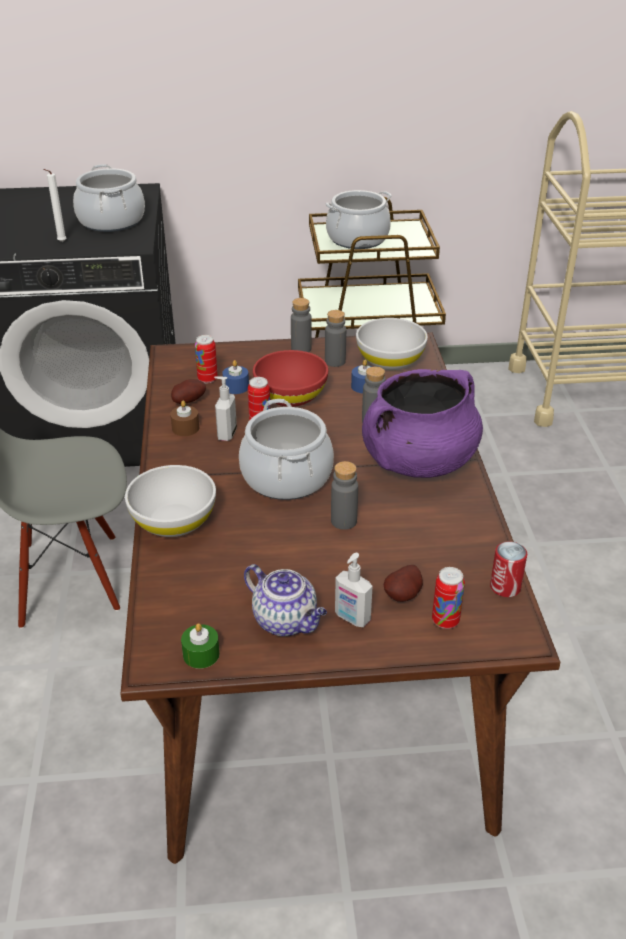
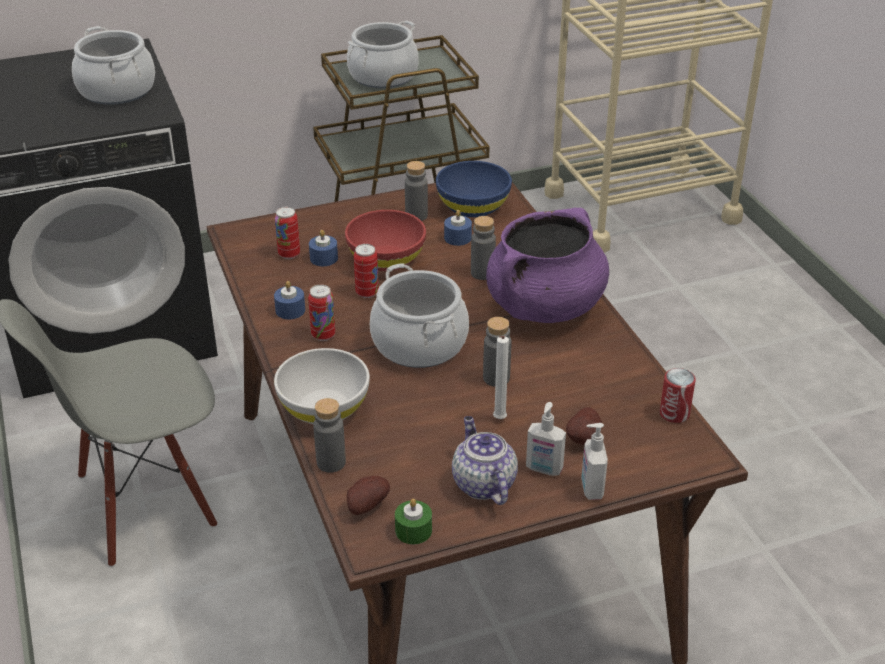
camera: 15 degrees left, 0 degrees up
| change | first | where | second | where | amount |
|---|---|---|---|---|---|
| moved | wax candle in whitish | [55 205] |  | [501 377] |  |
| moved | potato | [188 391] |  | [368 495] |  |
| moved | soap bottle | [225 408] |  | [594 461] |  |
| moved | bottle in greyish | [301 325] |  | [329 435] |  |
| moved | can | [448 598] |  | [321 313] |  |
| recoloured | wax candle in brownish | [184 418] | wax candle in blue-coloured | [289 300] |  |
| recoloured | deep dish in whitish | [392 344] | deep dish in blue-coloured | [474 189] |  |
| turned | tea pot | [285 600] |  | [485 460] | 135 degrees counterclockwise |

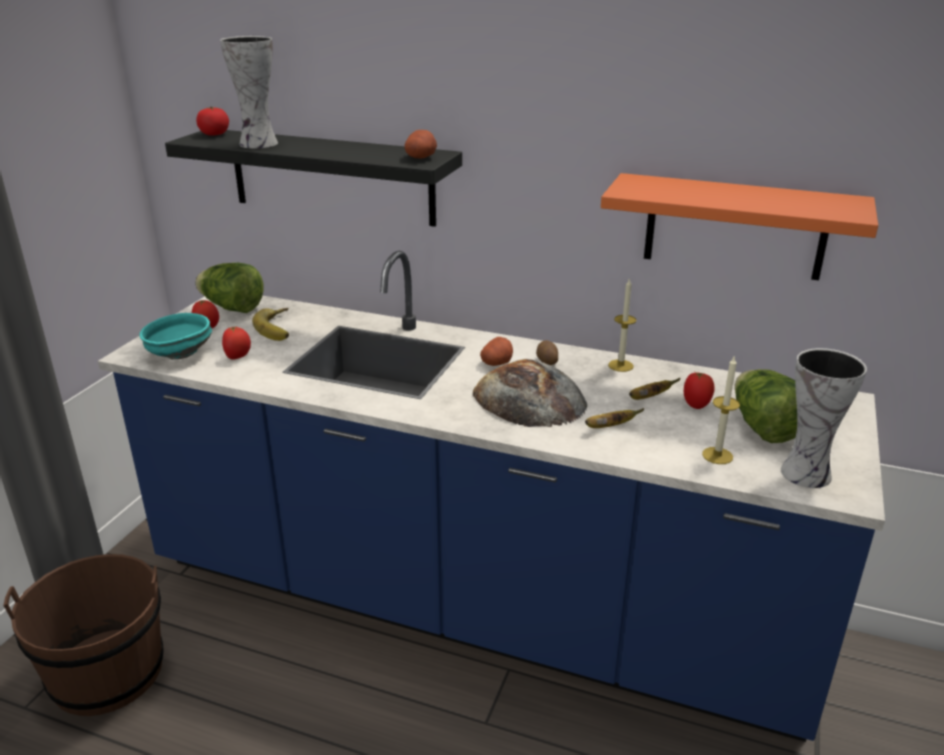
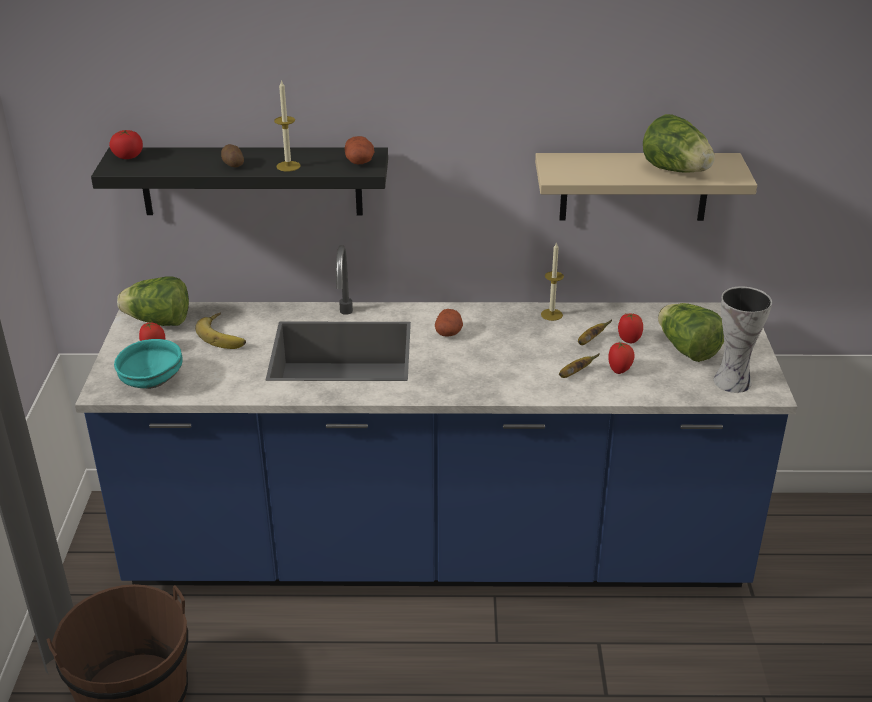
camera: 20 degrees left, 5 degrees up
| change | first | where | second | where | amount |
|---|---|---|---|---|---|
| removed | decorative vase | [249 92] |  |  |  |
| removed | bakery bread | [530 393] |  |  |  |
| added |  |  | lettuce head | [679 143] |  |
| moved | whole tomato | [236 343] |  | [621 357] |  |
| moved | potato | [547 352] |  | [232 155] |  |
| moved | wax candle | [721 409] |  | [287 125] |  |
| recoloured | bracket shelf in orangey | [739 226] | bracket shelf in beige-coloured | [646 187] |  |

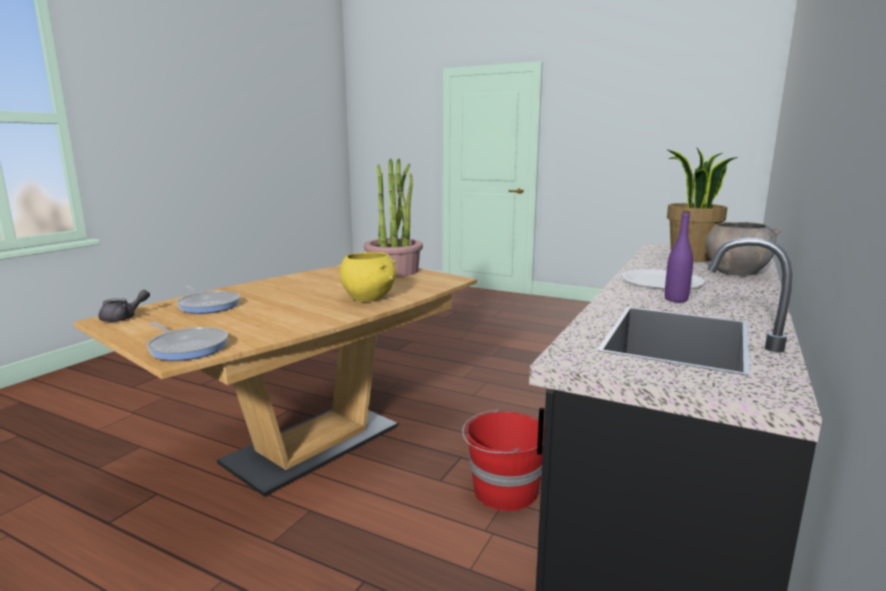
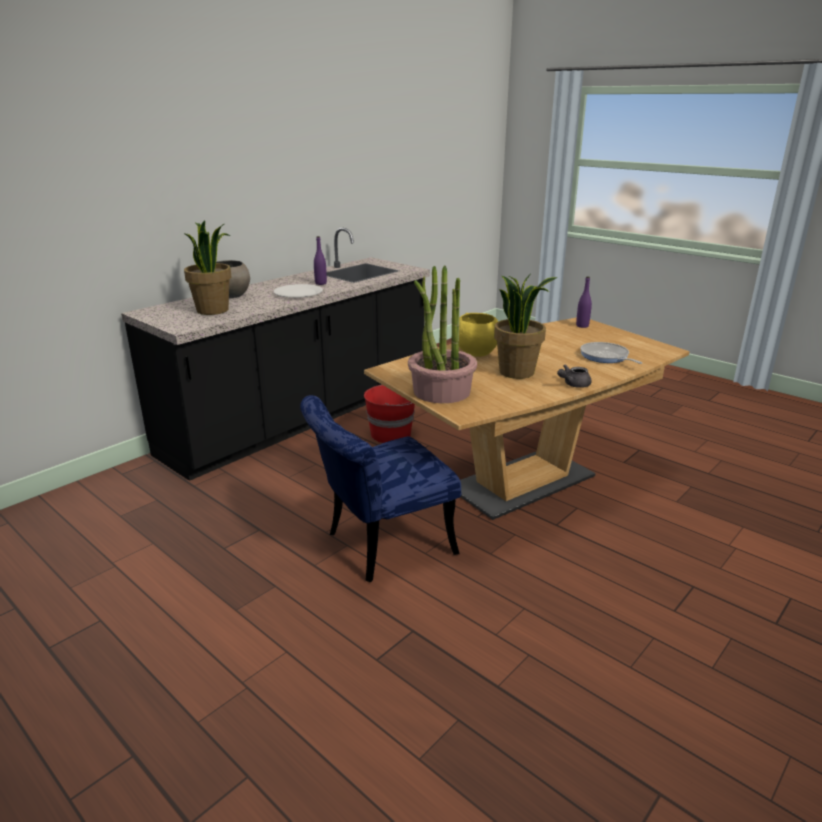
camera: 165 degrees left, 10 degrees up
| change | first | where | second | where | amount |
|---|---|---|---|---|---|
| added |  |  | plain chair in blue-coloured | [380 488] |  |
| added |  |  | houseplant | [526 327] |  |
| moved | tea pot in greyish | [124 306] |  | [574 376] |  |
| replaced | frying pan | [187 341] | bottle in purplish | [584 302] |  |

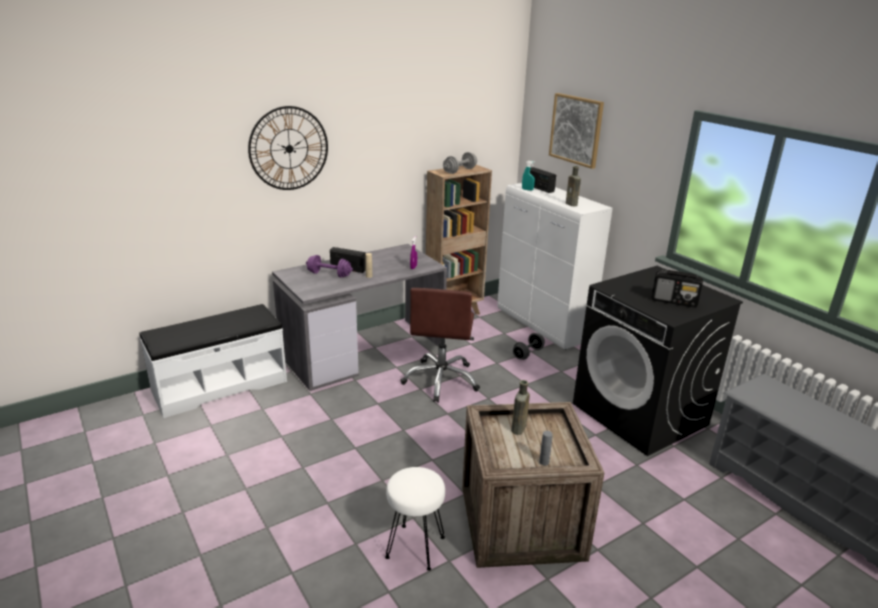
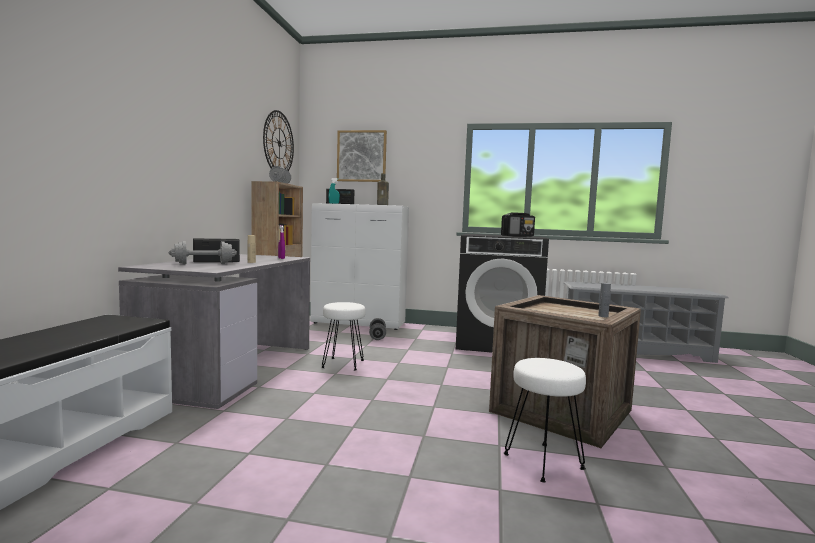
camera: 45 degrees left, 20 degrees down
| change | first | where | second | where | amount |
|---|---|---|---|---|---|
| removed | bottle in brownish | [520 407] |  |  |  |
| moved | wall clock | [288 148] |  | [278 140] |  |
| replaced | computer chair in brownish | [440 345] | stool in whitish | [343 336] |  |
| recoloured | dumbbell in purplish | [329 266] | dumbbell in greyish | [203 252] |  |

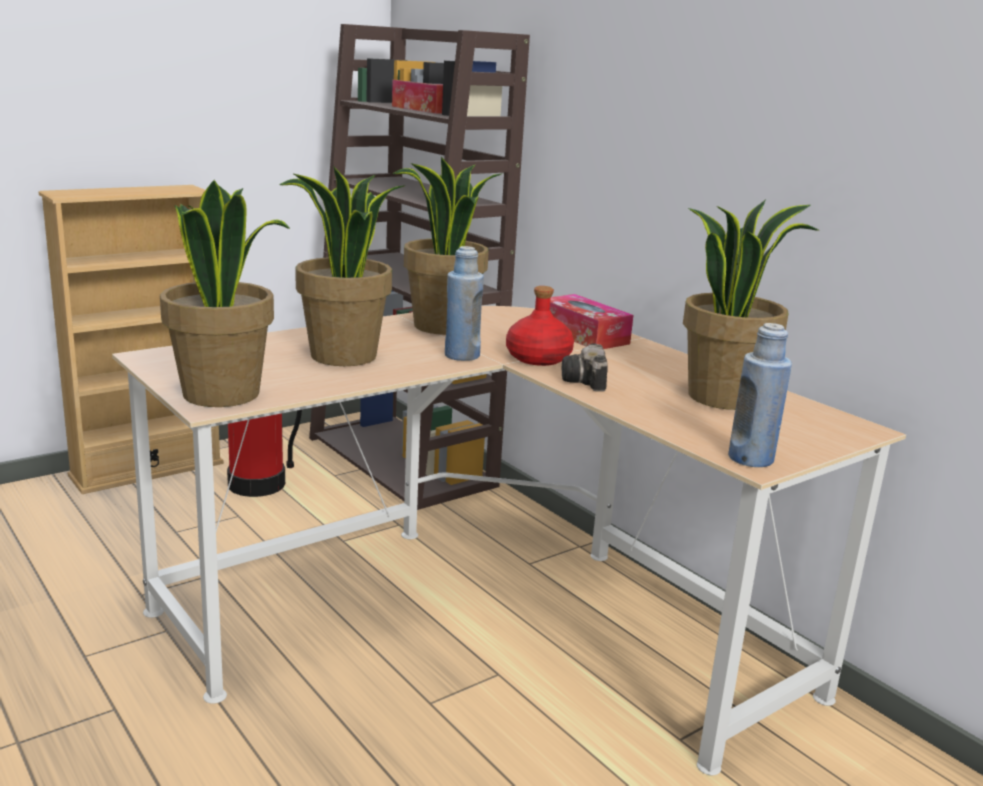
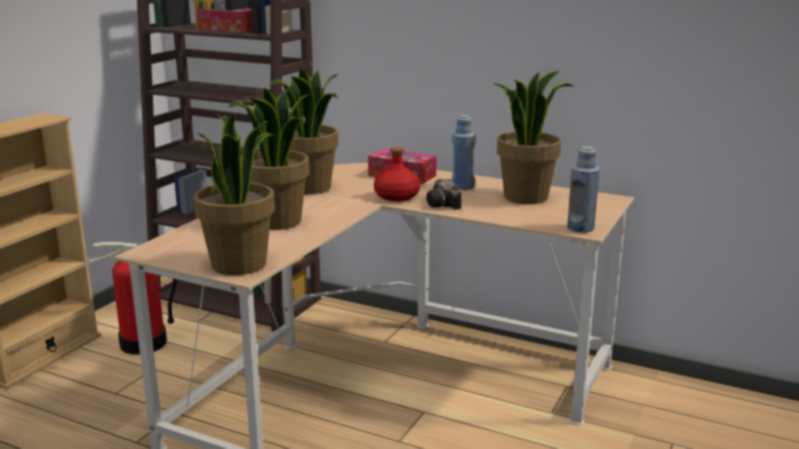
camera: 25 degrees left, 0 degrees up
| change | first | where | second | where | amount |
|---|---|---|---|---|---|
| moved | bottle in blue-coloured | [464 303] |  | [463 152] |  |

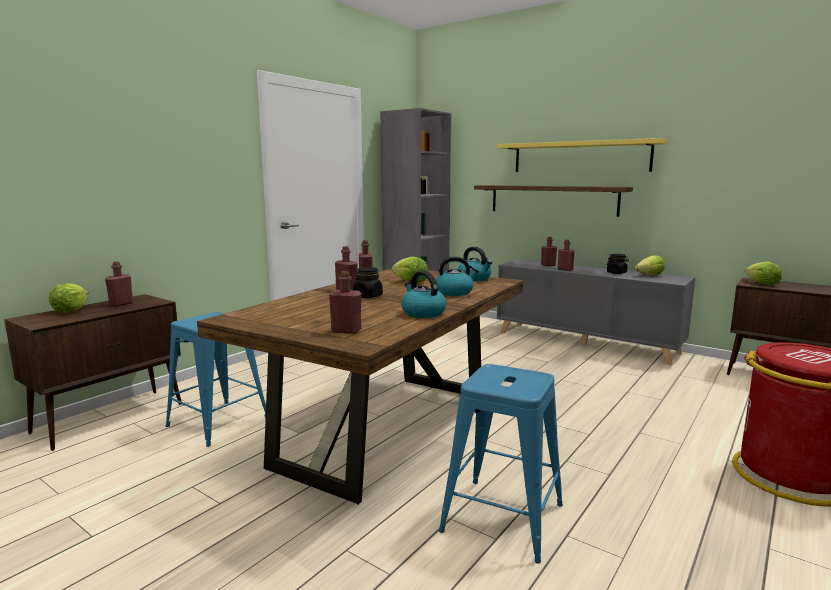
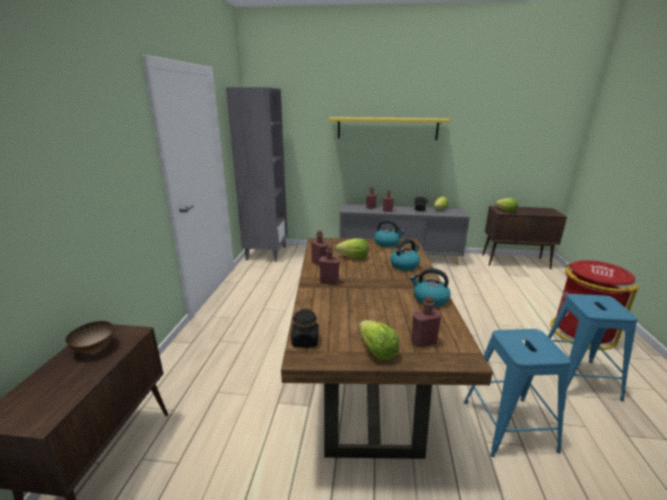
camera: 30 degrees left, 10 degrees up
| change | first | where | second | where | amount |
|---|---|---|---|---|---|
| removed | bracket shelf in brownish | [553 201] |  |  |  |
| moved | lettuce head | [69 298] |  | [379 340] |  |
| moved | stool in blue-coloured | [216 379] |  | [593 348] |  |
| moved | jar in blackish | [368 282] |  | [305 328] |  |
| replaced | bottle in reddish | [119 284] | deep dish | [90 337] |  |

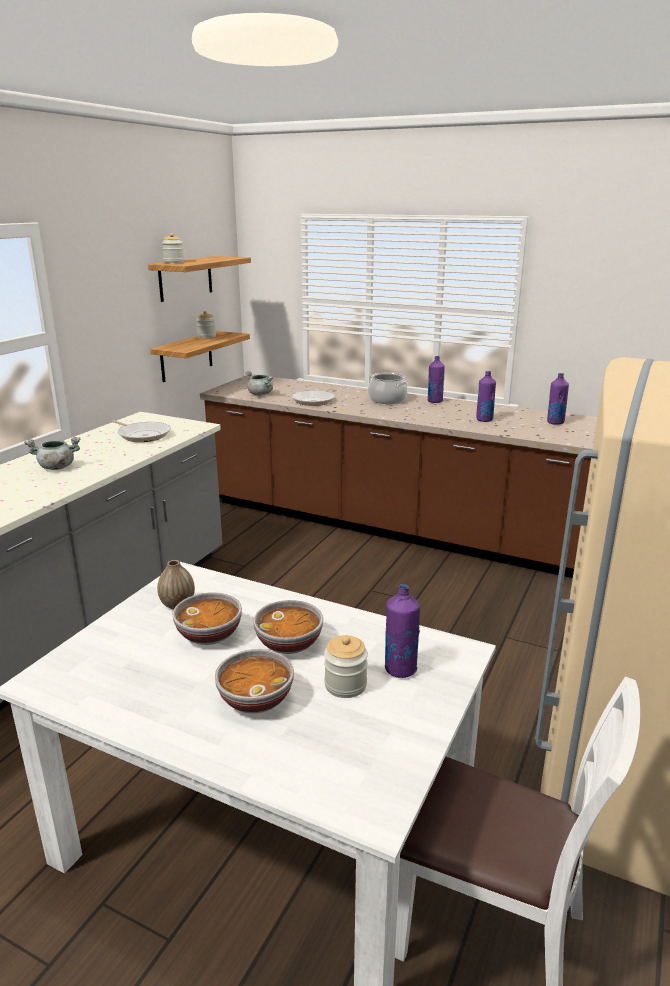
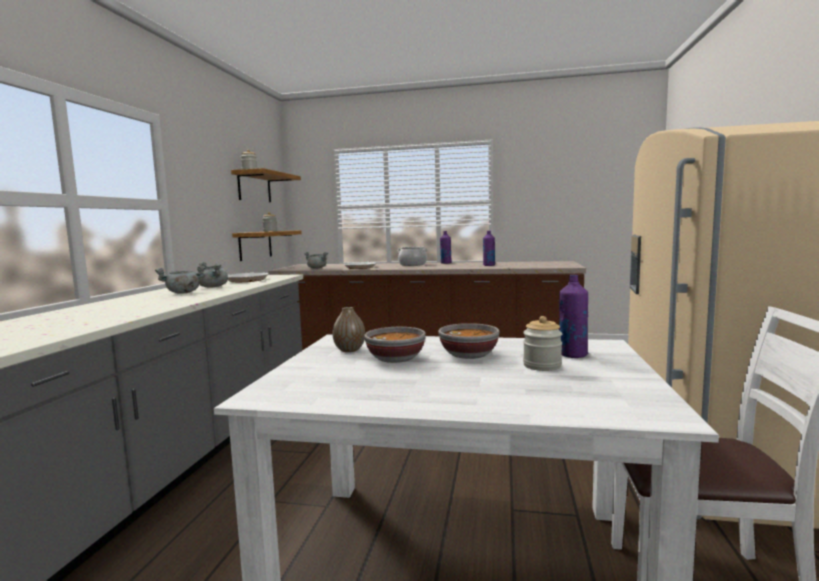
camera: 15 degrees left, 15 degrees down
| change | first | where | second | where | amount |
|---|---|---|---|---|---|
| removed | deep dish | [254 681] |  |  |  |
| removed | bottle in purplish | [558 399] |  |  |  |
| added |  |  | saucepot in greyish | [213 274] |  |

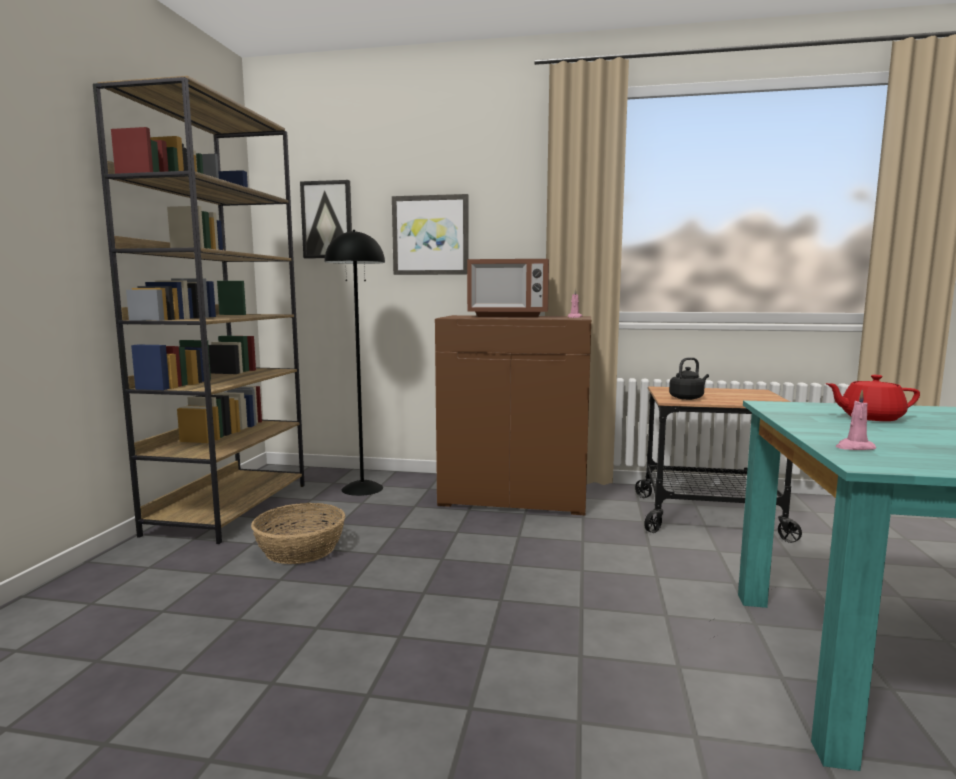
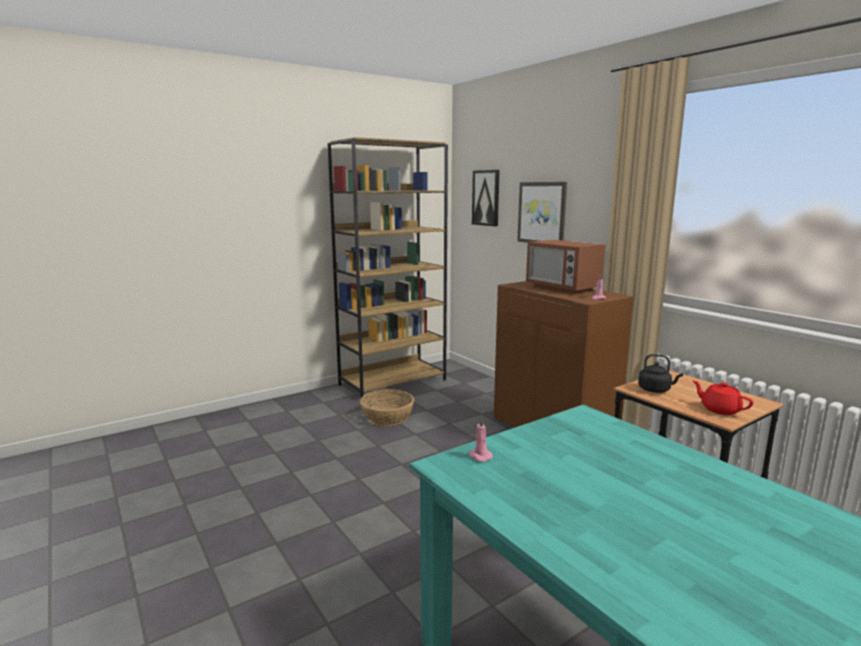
camera: 45 degrees right, 5 degrees up
| change | first | where | second | where | amount |
|---|---|---|---|---|---|
| removed | standing lamp in blackish | [355 363] |  |  |  |
| moved | tea pot in reddish | [872 398] |  | [723 398] |  |

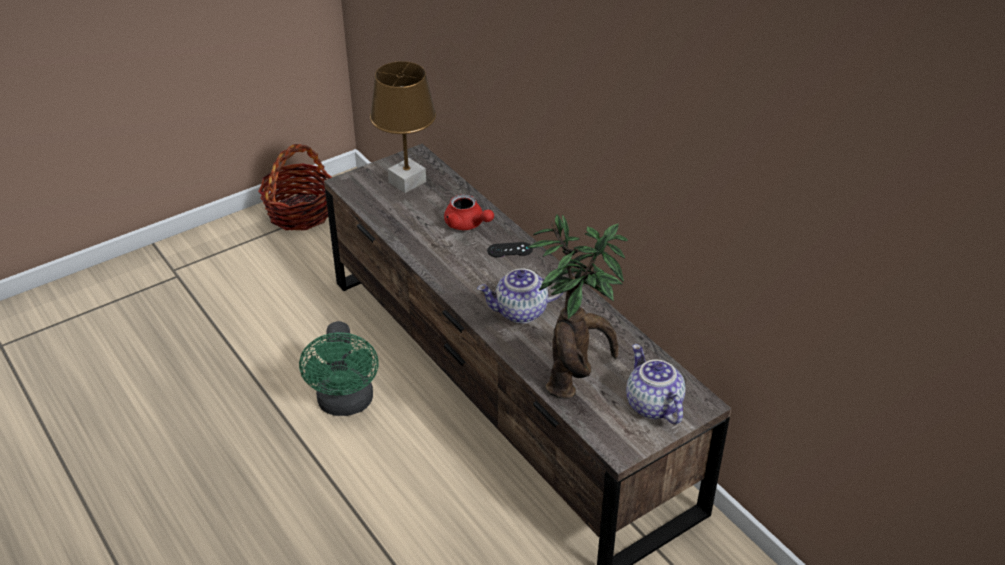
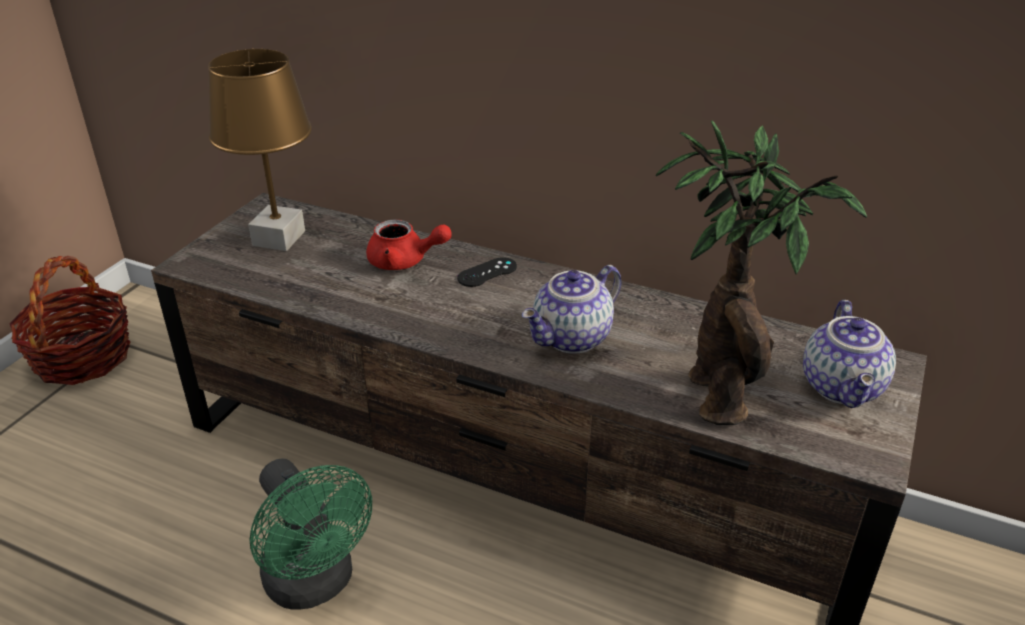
camera: 30 degrees left, 5 degrees down
| change | first | where | second | where | amount |
|---|---|---|---|---|---|
| turned | tea pot | [656 384] |  | [849 354] | 120 degrees counterclockwise |

